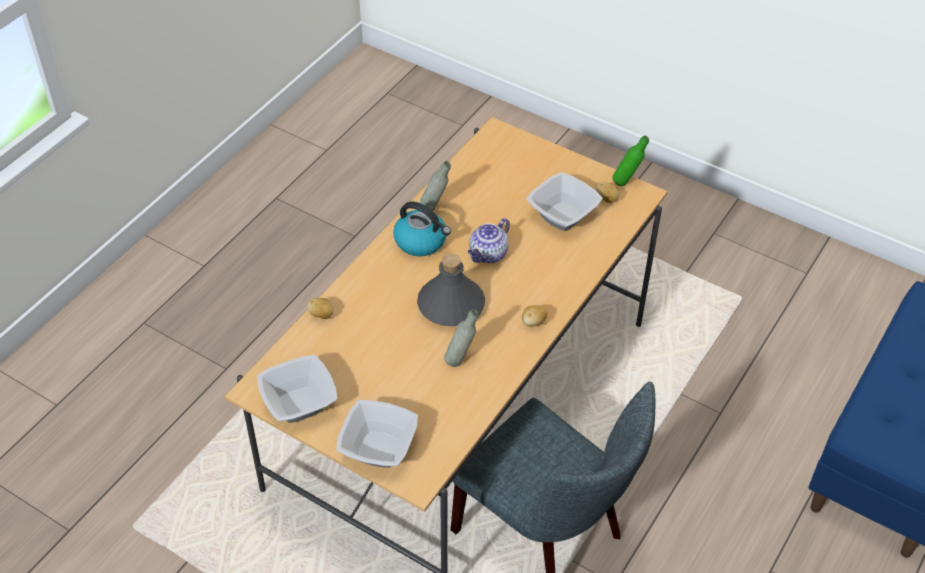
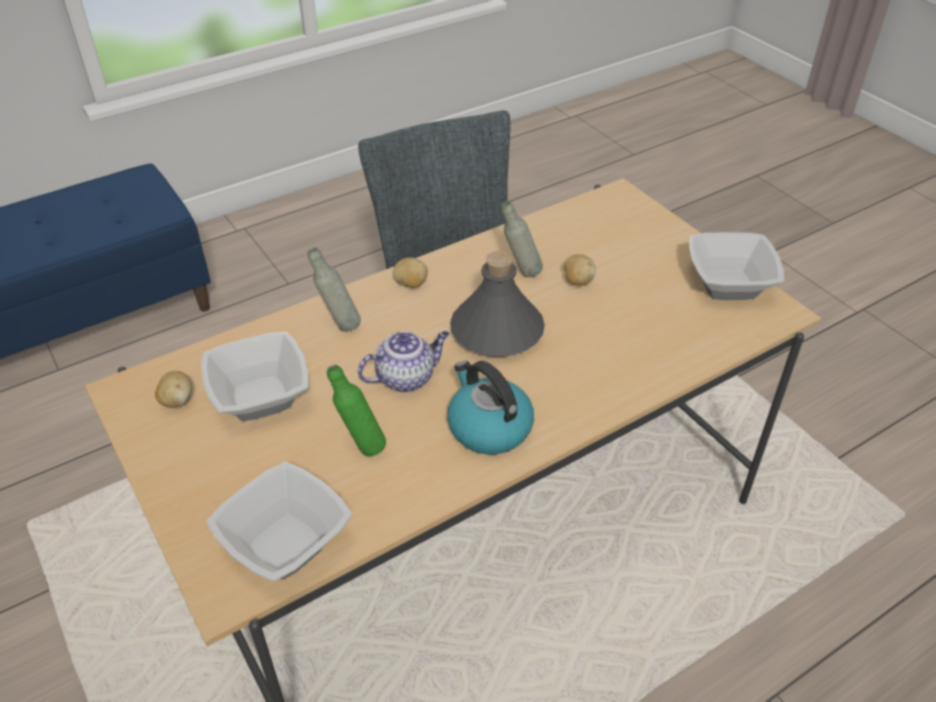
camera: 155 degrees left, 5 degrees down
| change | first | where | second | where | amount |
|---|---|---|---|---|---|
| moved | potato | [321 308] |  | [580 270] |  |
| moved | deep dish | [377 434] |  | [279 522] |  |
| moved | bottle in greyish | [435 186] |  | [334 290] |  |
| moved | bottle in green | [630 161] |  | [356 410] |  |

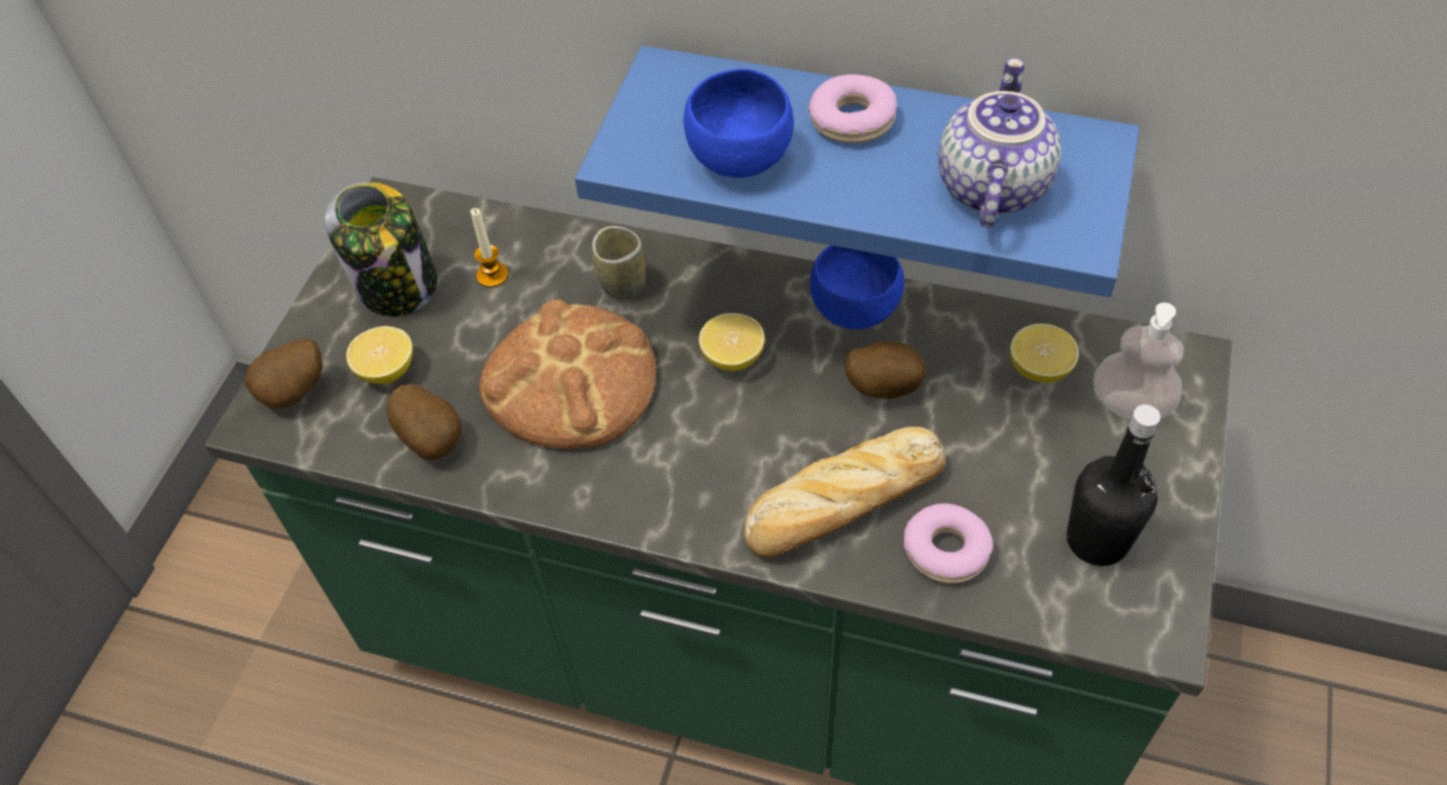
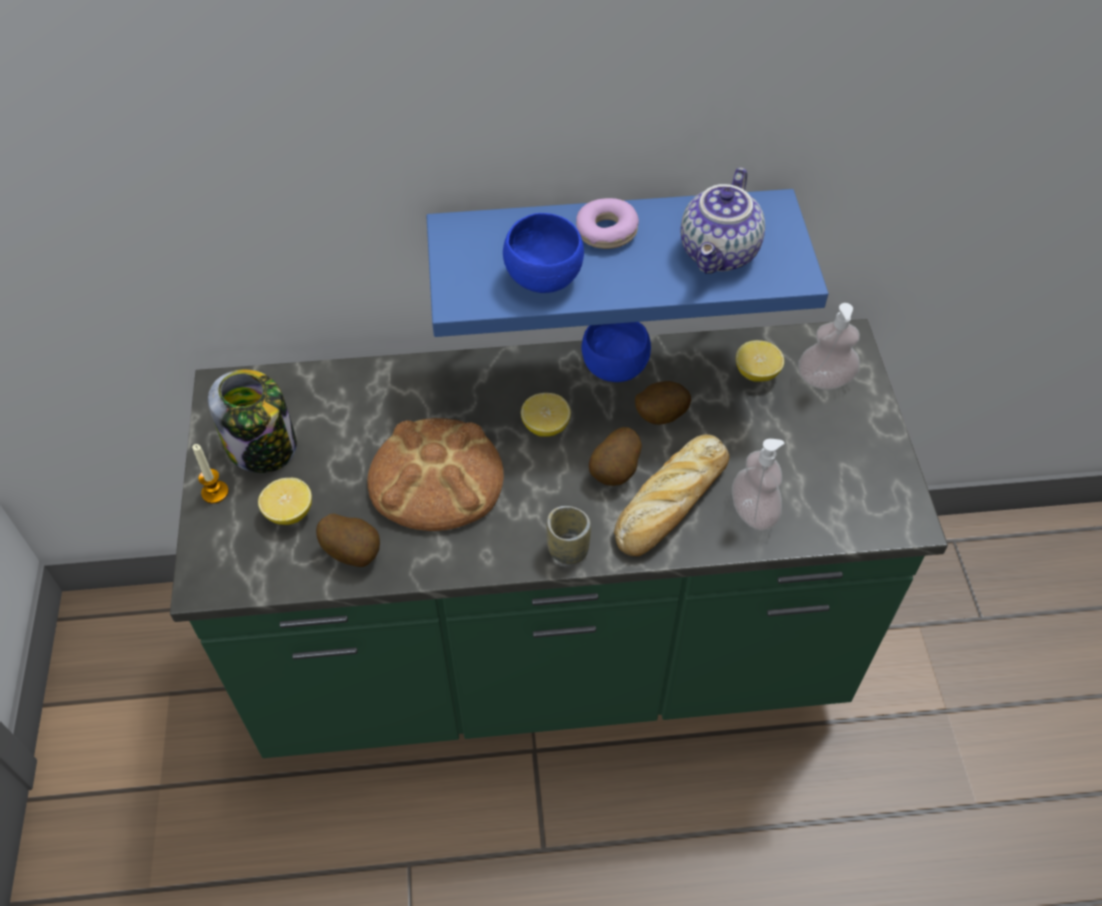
camera: 25 degrees left, 0 degrees up
| change | first | where | second | where | amount |
|---|---|---|---|---|---|
| removed | bottle in blackish | [1114 485] |  |  |  |
| moved | potato | [283 374] |  | [615 456] |  |
| moved | wax candle | [489 248] |  | [210 474] |  |
| moved | small cup | [619 263] |  | [568 535] |  |
| replaced | doughnut | [948 543] | soap bottle | [758 485] |  |
| turned | tea pot | [999 142] |  | [723 220] | 150 degrees counterclockwise |

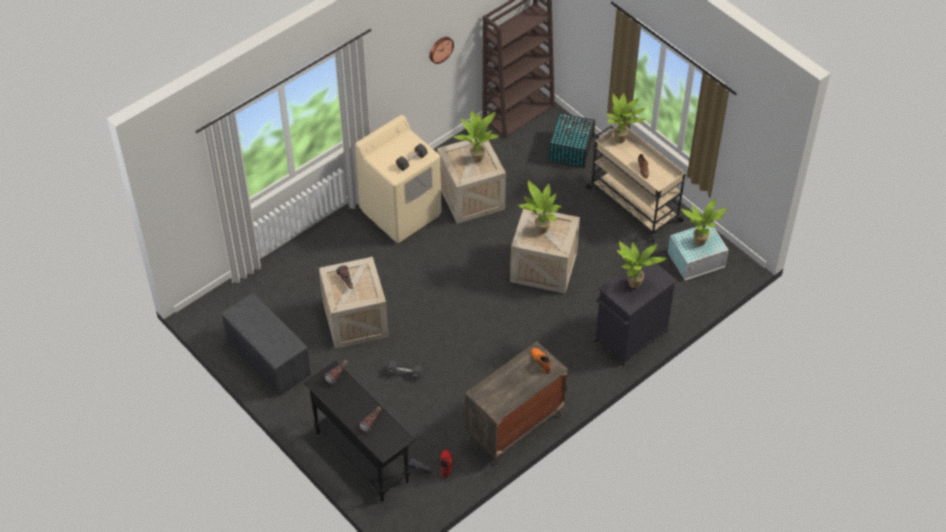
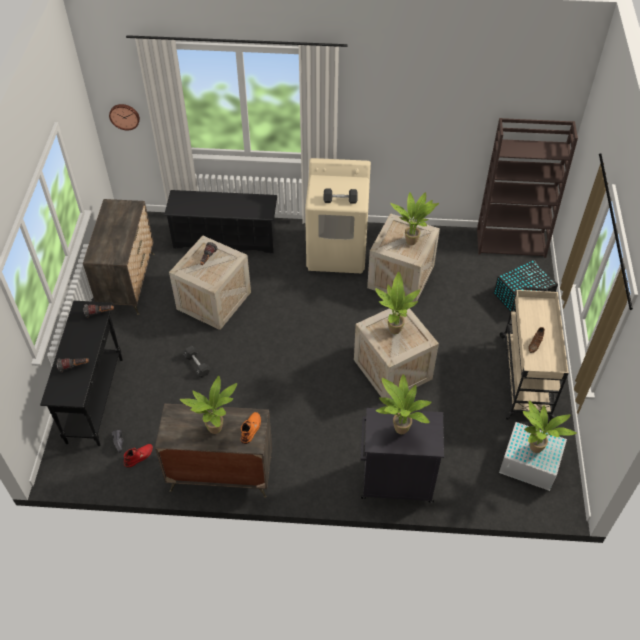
camera: 45 degrees right, 0 degrees up
| change | first | where | second | where | amount |
|---|---|---|---|---|---|
| added |  |  | shoe rack in blackish | [220 221] |  |
| moved | wall clock | [441 50] |  | [124 117] |  |
| moved | houseplant | [626 118] |  | [208 405] |  |
| replaced | indoor bench in greyish | [266 344] | chest of drawers | [119 257] |  |

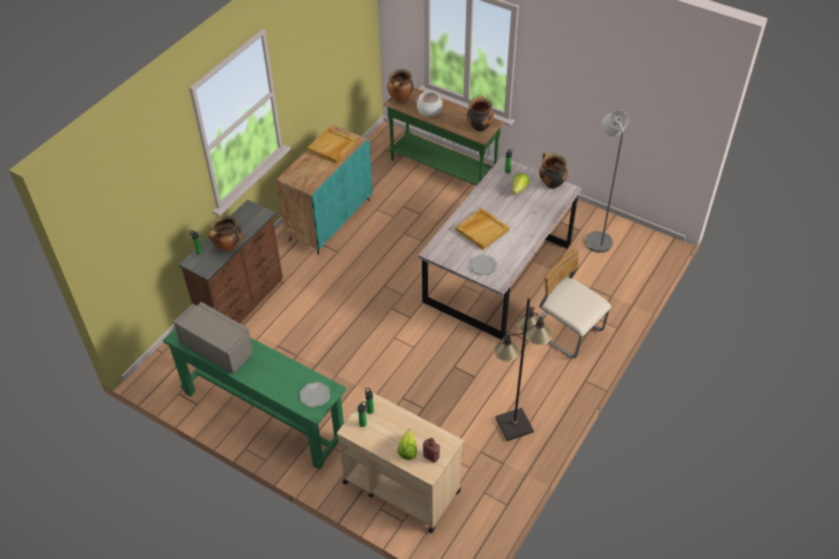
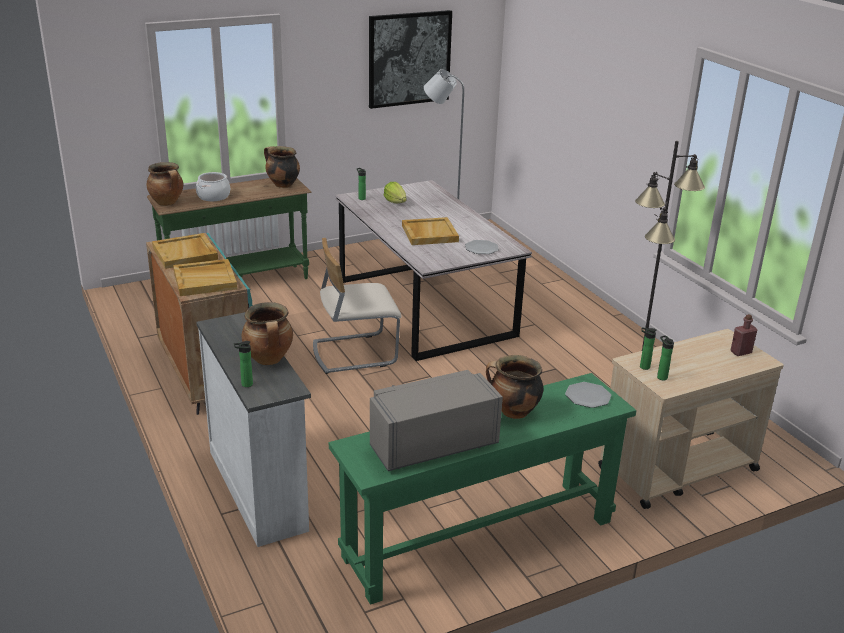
camera: 60 degrees left, 20 degrees down
| change | first | where | second | where | amount |
|---|---|---|---|---|---|
| removed | lettuce head | [407 444] |  |  |  |
| added |  |  | serving tray in beige-coloured | [205 277] |  |
| added |  |  | wall art | [410 59] |  |
| moved | saucepot | [553 170] |  | [514 387] |  |
| moved | plain chair in beige-coloured | [575 304] |  | [357 306] |  |
| recoloured | chest of drawers in brownish | [231 261] | chest of drawers in whitish | [253 429] |  |

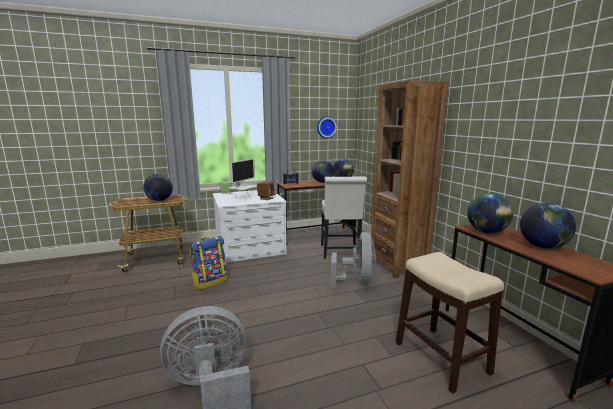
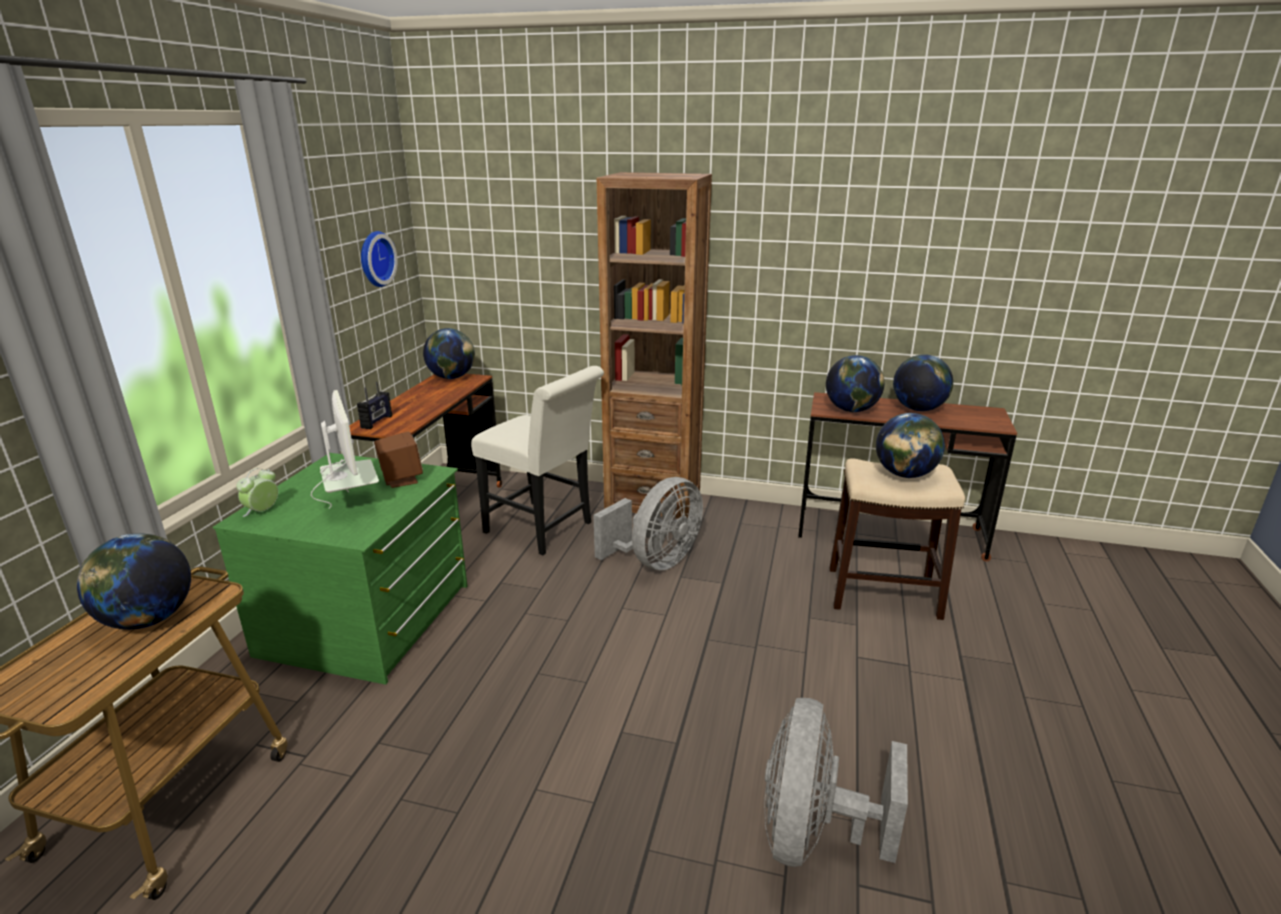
camera: 55 degrees left, 10 degrees up
| change | first | where | second | where | amount |
|---|---|---|---|---|---|
| removed | rucksack | [208 263] |  |  |  |
| moved | desk globe | [323 171] |  | [910 445] |  |
| recoloured | chest of drawers in whitish | [250 226] | chest of drawers in green | [340 569] |  |
| turned | fan in greyish | [353 260] |  | [648 523] | 90 degrees clockwise |

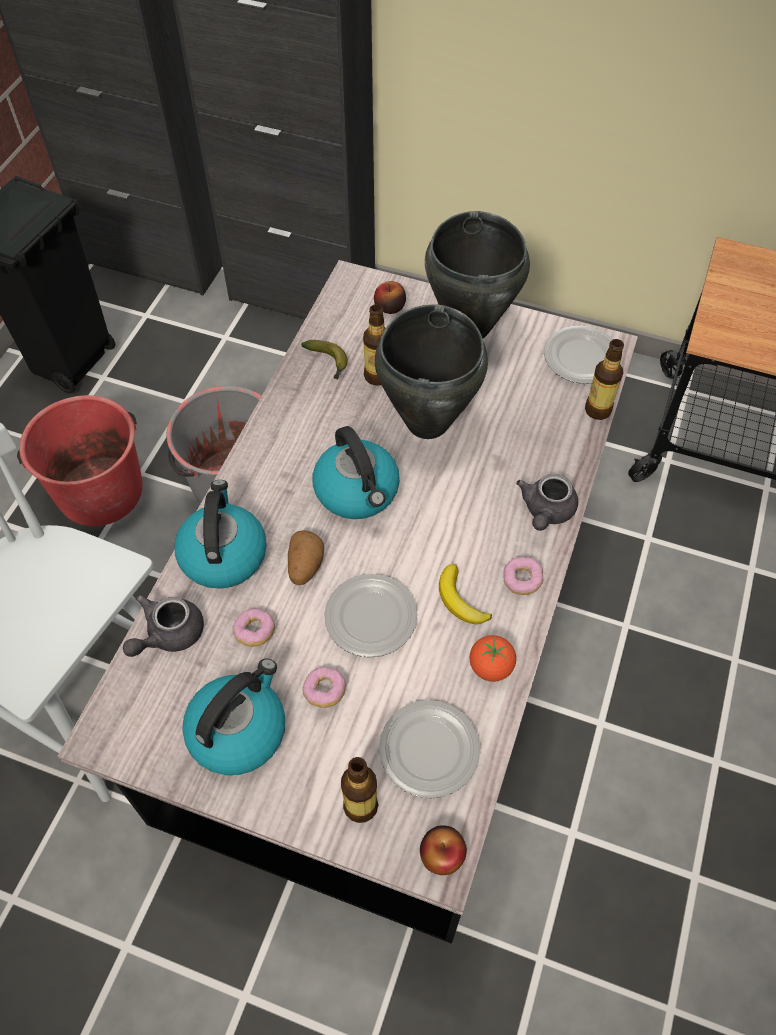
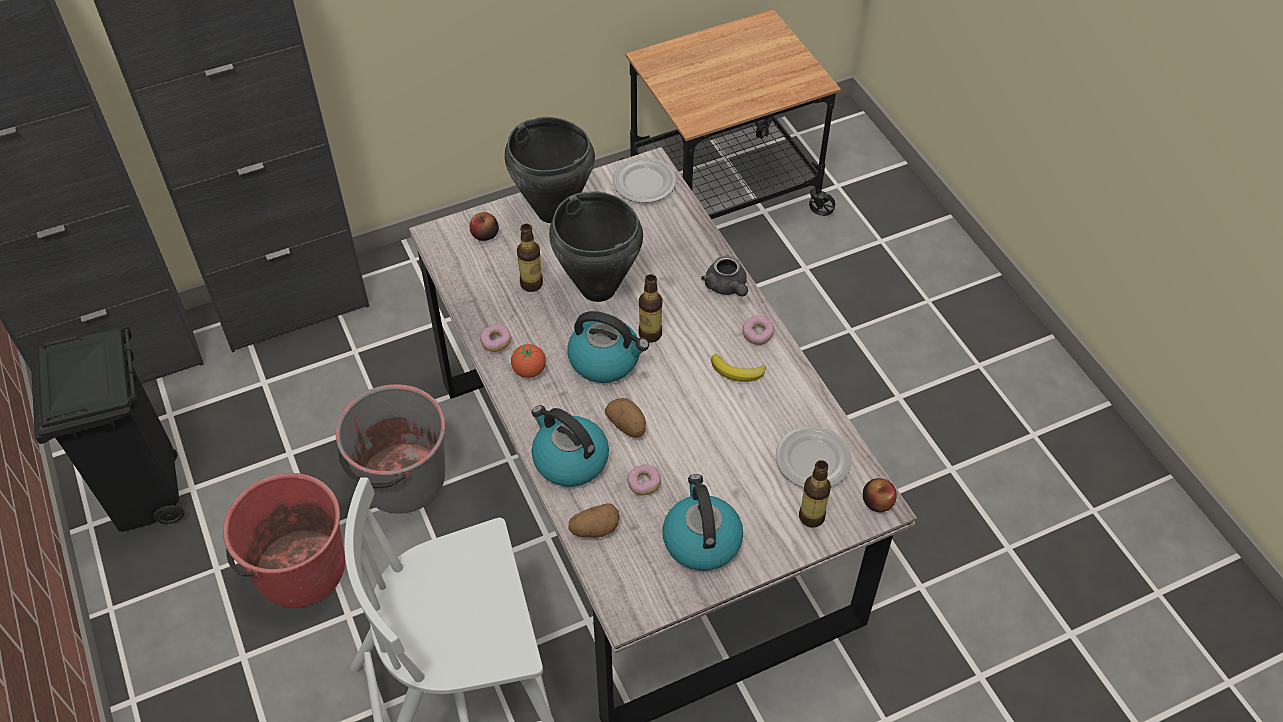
camera: 45 degrees left, 5 degrees down
| change | first | where | second | where | amount |
|---|---|---|---|---|---|
| removed | banana | [324 360] |  |  |  |
| removed | plate | [370 616] |  |  |  |
| moved | doughnut | [324 687] |  | [495 338] |  |
| moved | whole tomato | [493 658] |  | [528 361] |  |
| moved | bottle | [604 379] |  | [650 308] |  |
| replaced | tea pot in greyish | [163 626] | potato | [594 520] |  |

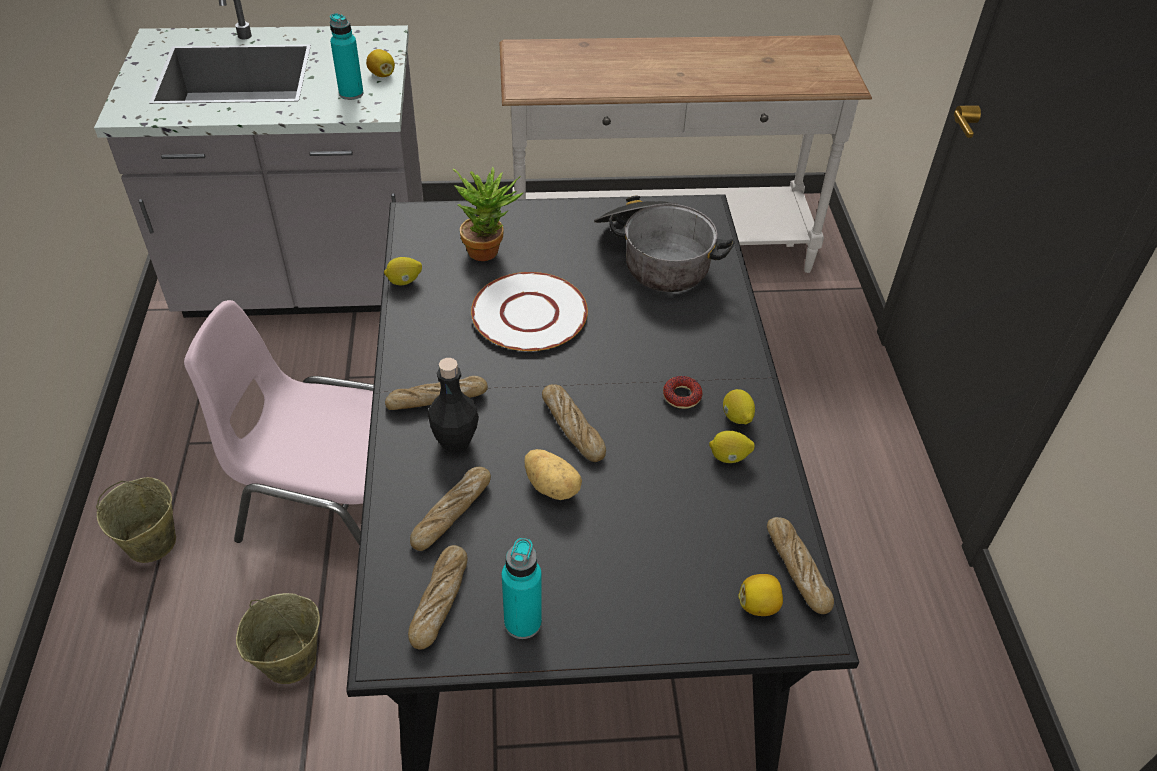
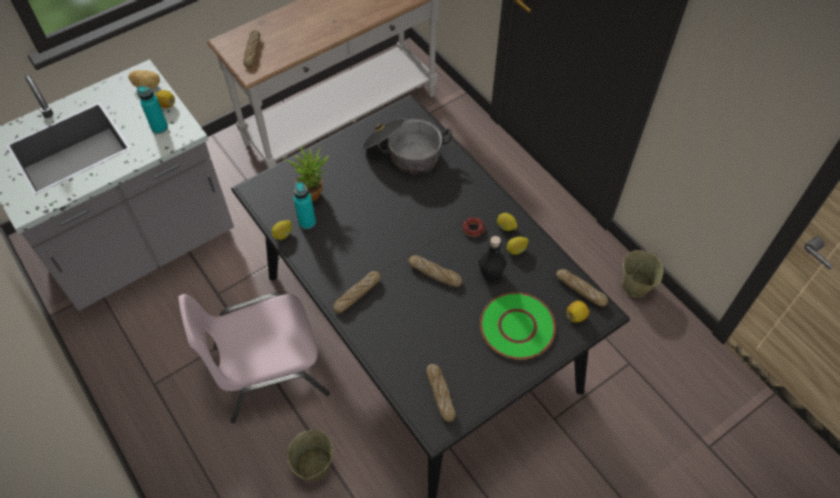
camera: 30 degrees left, 10 degrees up
| change | first | where | second | where | amount |
|---|---|---|---|---|---|
| removed | plate in whitish | [529 311] |  |  |  |
| added |  |  | plate in green | [518 326] |  |
| moved | bucket in beige-coloured | [136 520] |  | [642 274] |  |
| moved | bakery bread | [450 509] |  | [251 49] |  |
| moved | bottle in blackish | [453 405] |  | [492 258] |  |
| moved | bottle in turquoise-coloured | [522 588] |  | [304 205] |  |
| moved | potato | [553 474] |  | [144 79] |  |

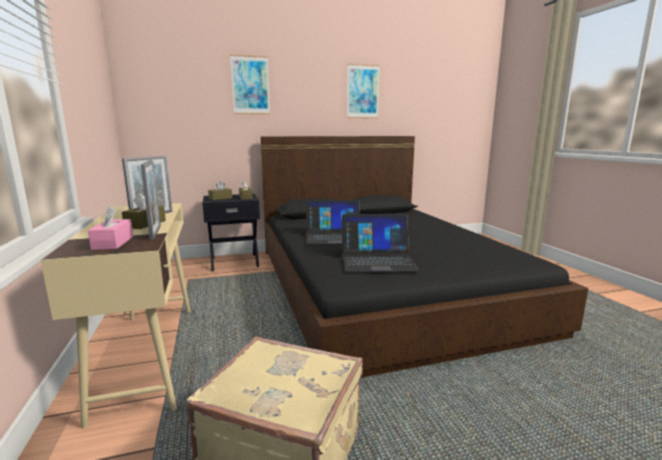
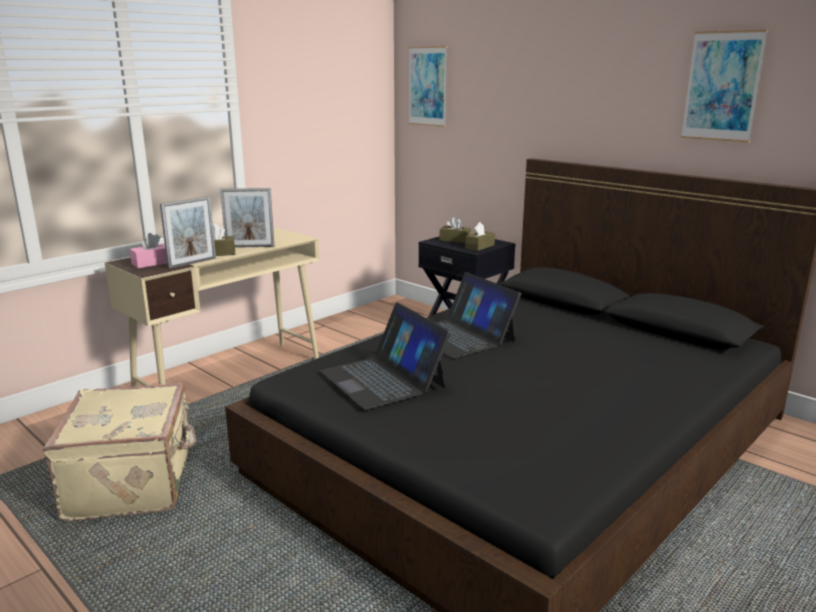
camera: 60 degrees right, 5 degrees up
| change | first | where | second | where | amount |
|---|---|---|---|---|---|
| moved | wall art | [250 84] |  | [428 86] |  |

